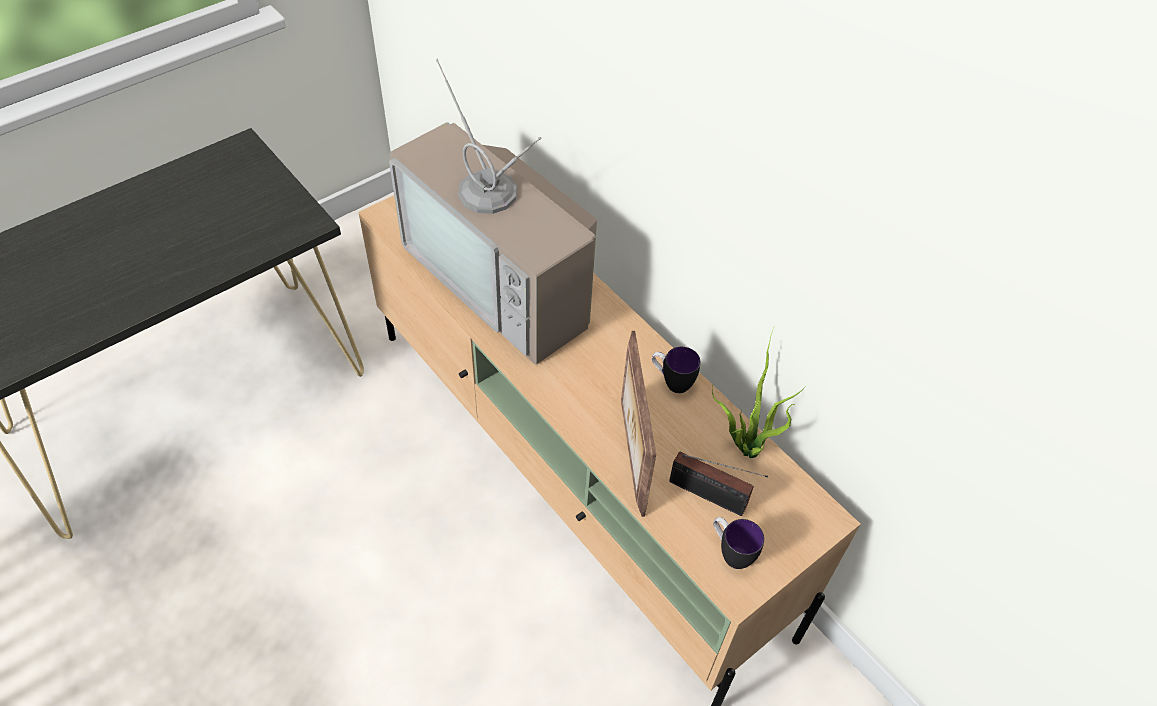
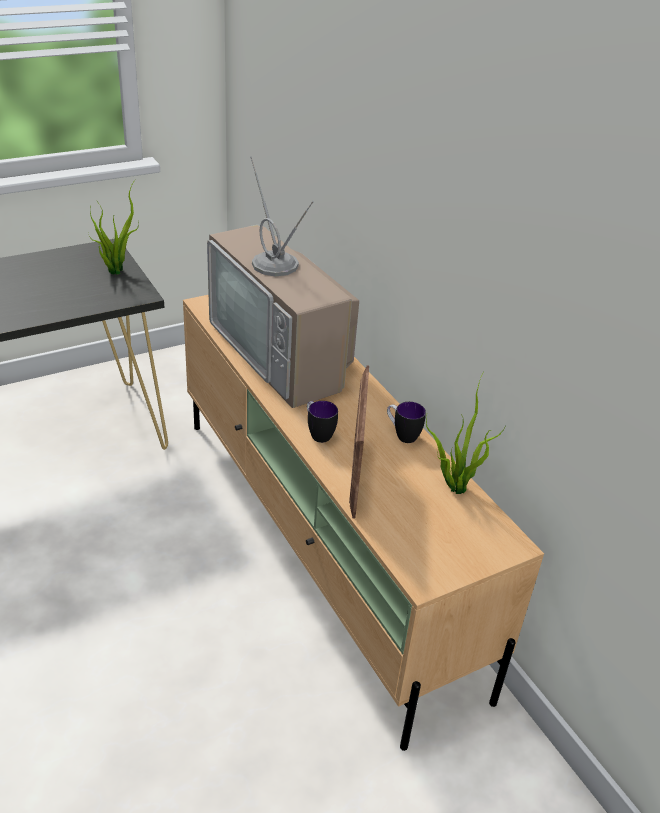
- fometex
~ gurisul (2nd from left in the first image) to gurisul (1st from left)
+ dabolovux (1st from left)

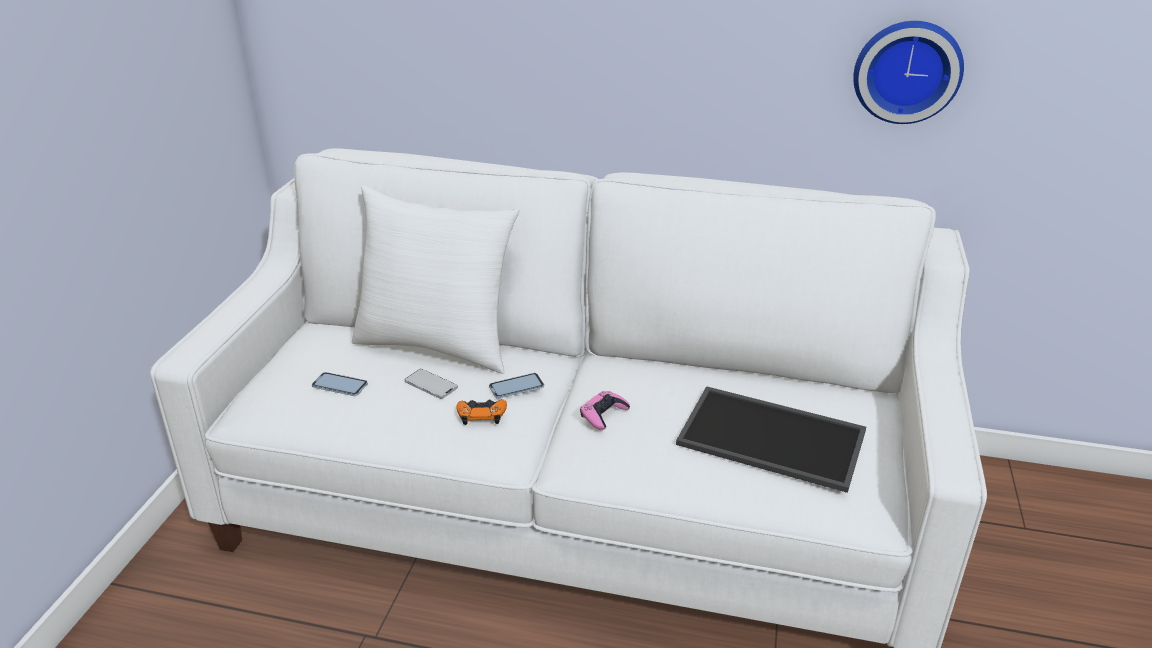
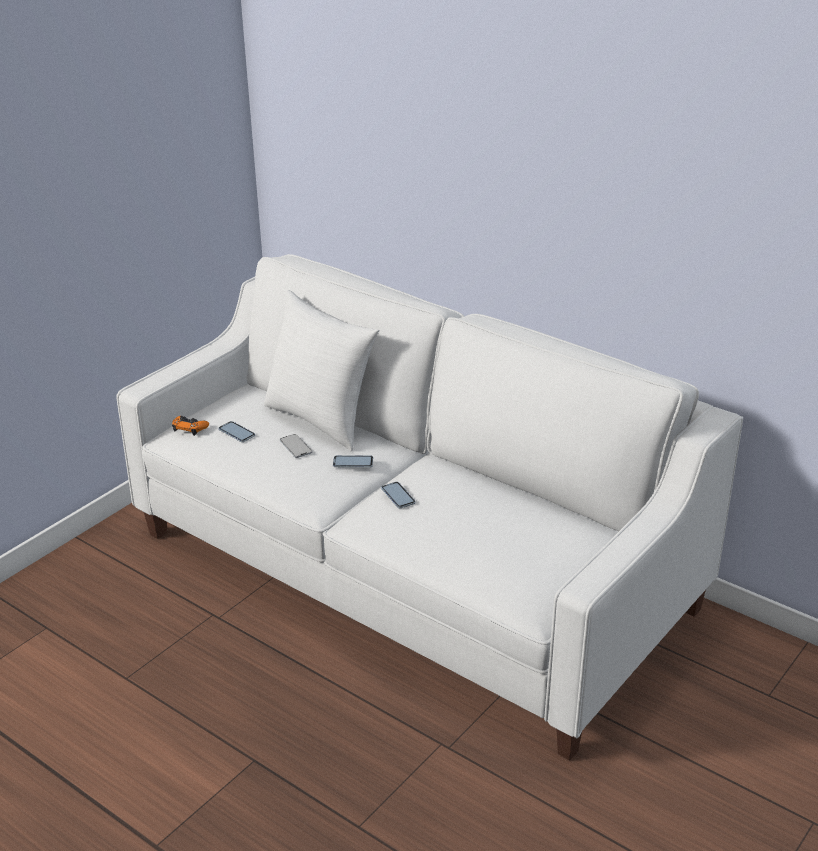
~ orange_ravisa
~ pink_ravisa to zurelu (4th from left)
- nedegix
- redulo

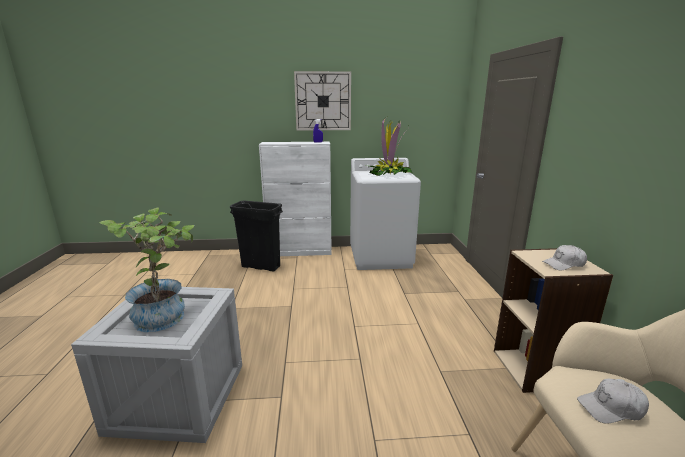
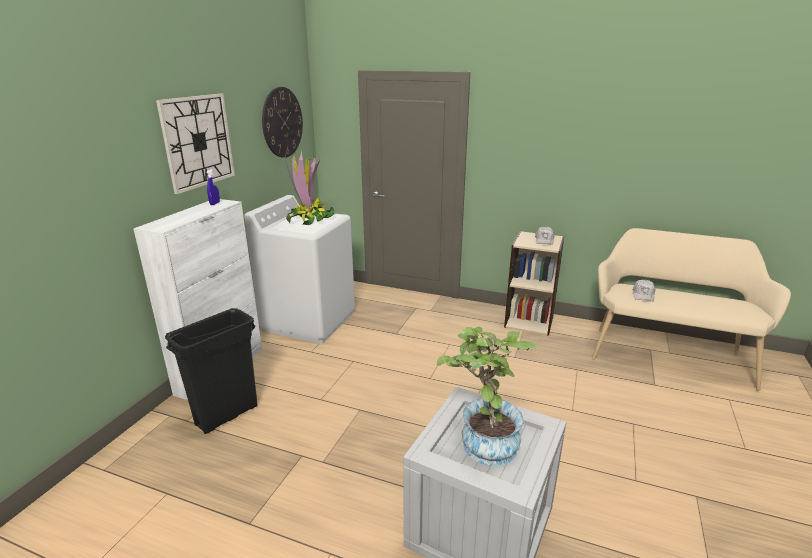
+ redulo (2nd from left)

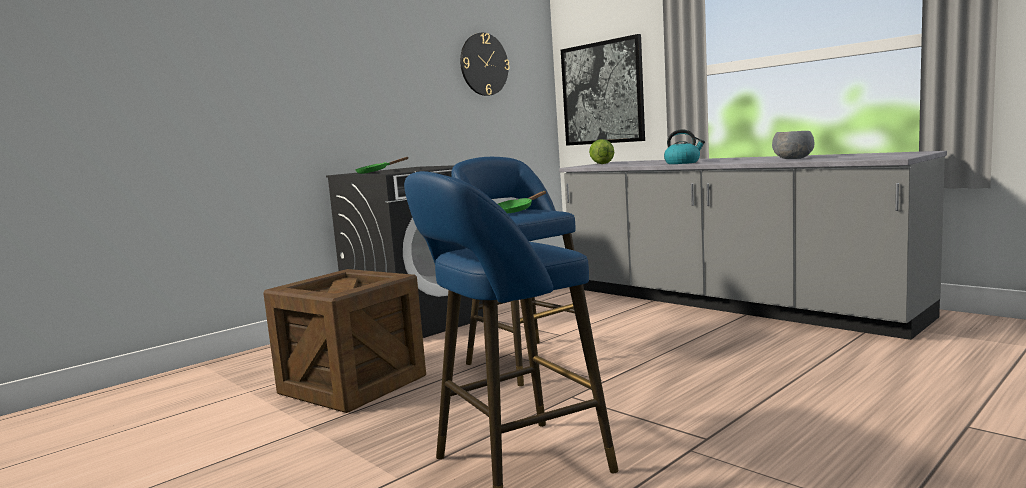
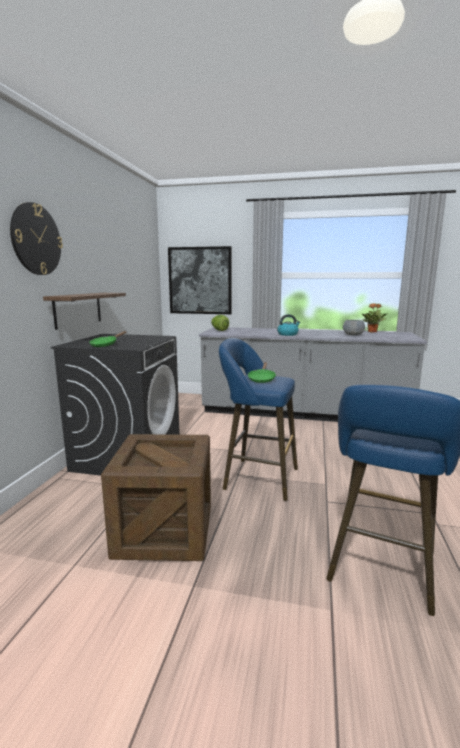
~ redulo
+ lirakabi
+ dabolovux

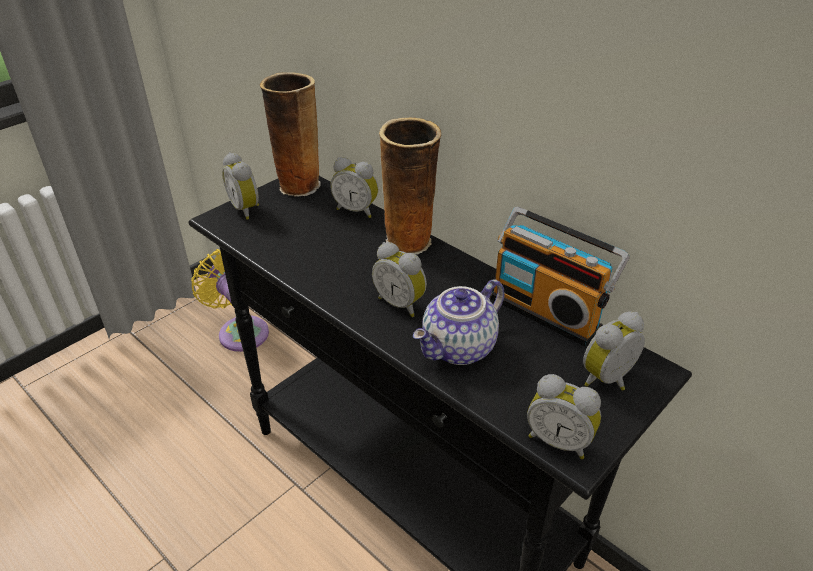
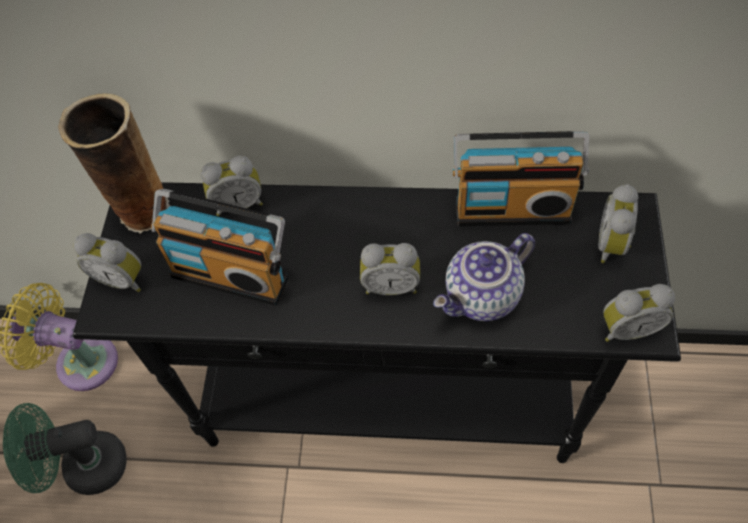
- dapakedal (2nd from left)
~ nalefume 45 degrees clockwise
+ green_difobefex
+ fometex (1st from left)

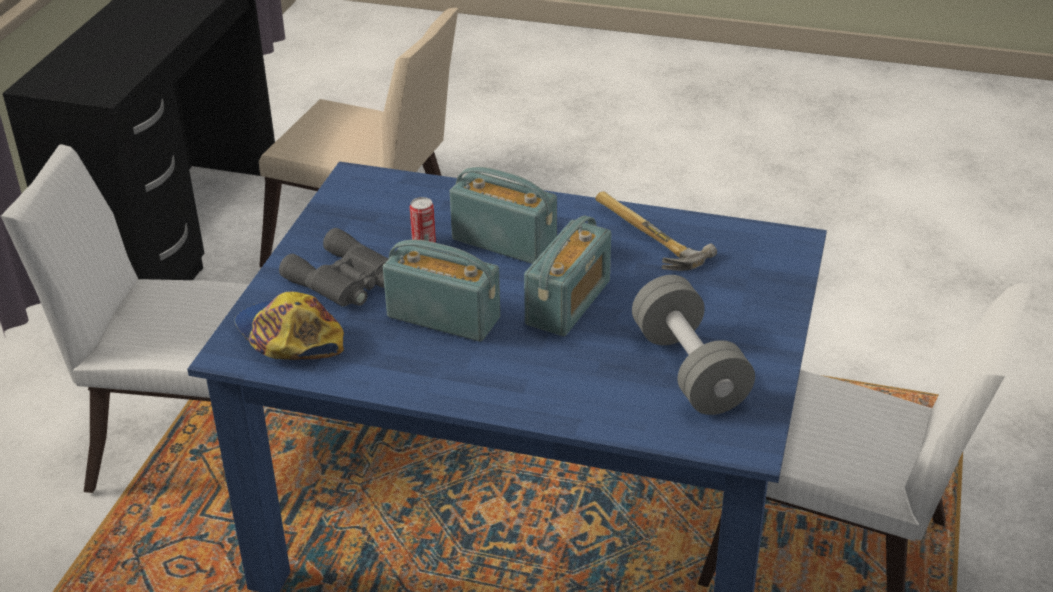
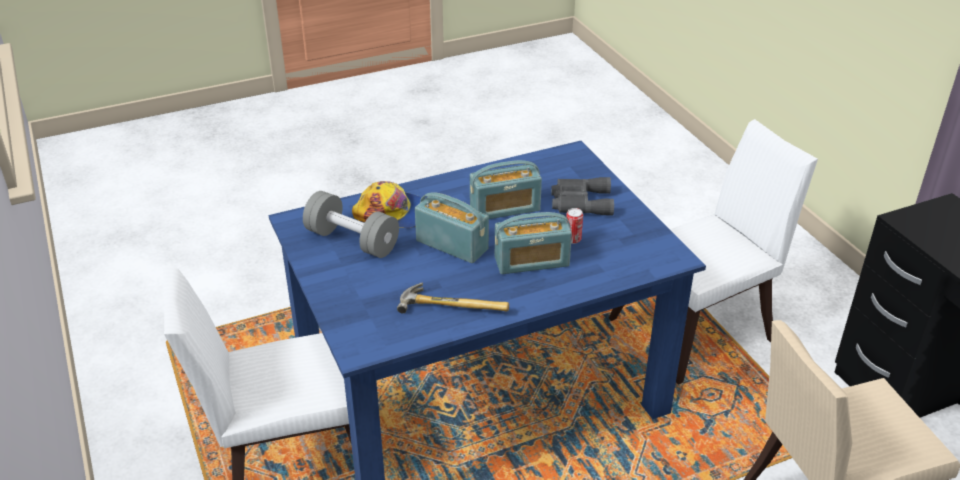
~ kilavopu
~ fometex (3rd from left in the first image) 135 degrees clockwise

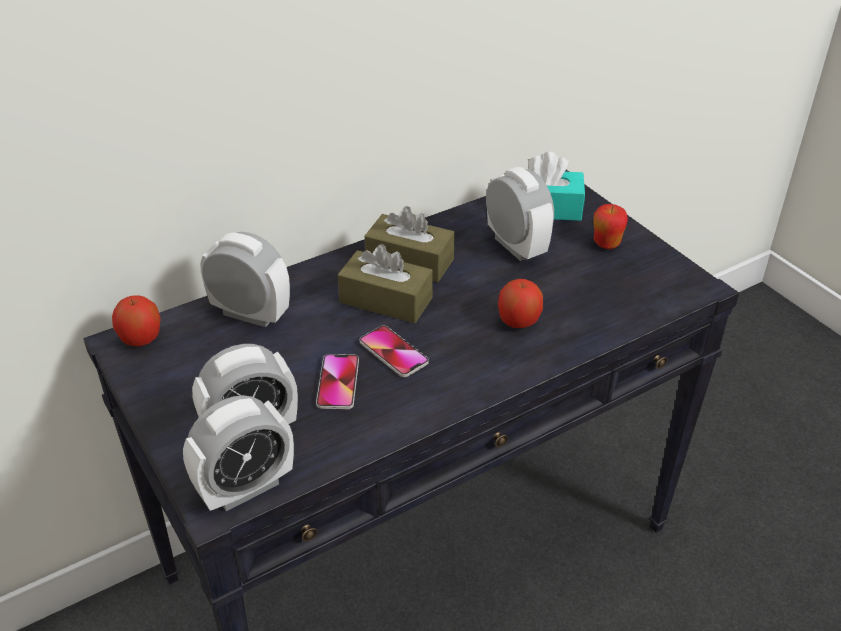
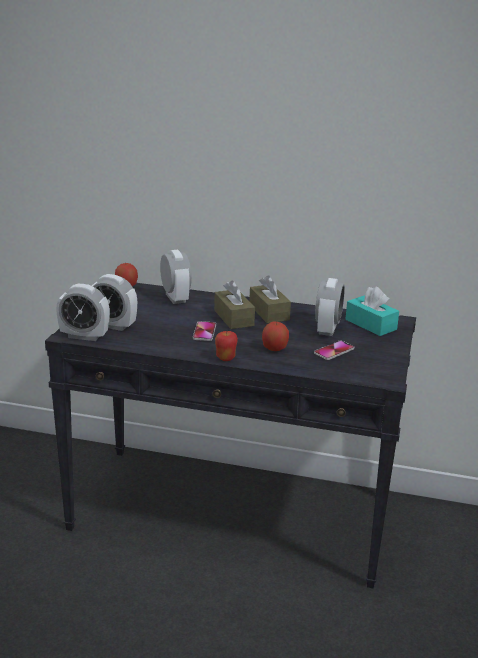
~ zurelu (1st from left in the first image) to zurelu (2nd from left)
~ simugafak (3rd from left in the first image) to simugafak (2nd from left)

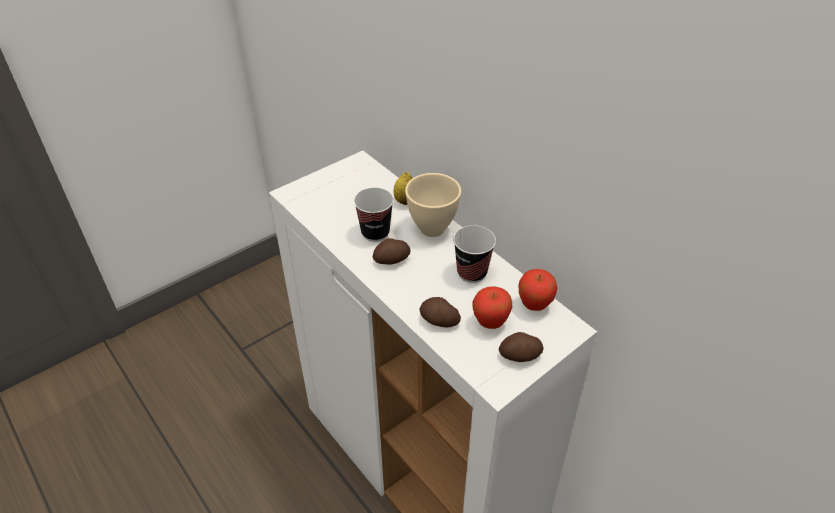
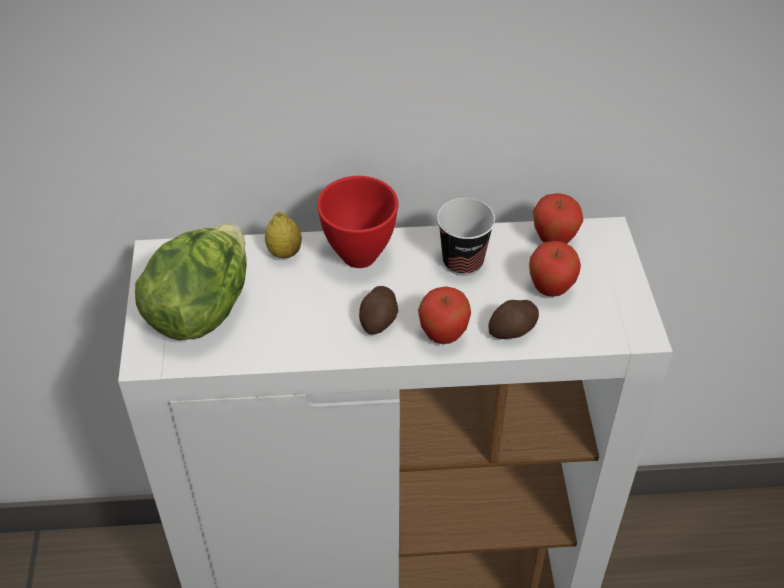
- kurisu (1st from left)
~ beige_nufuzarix to red_nufuzarix
- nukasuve (3rd from left)
+ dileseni
+ simugafak (1st from left)

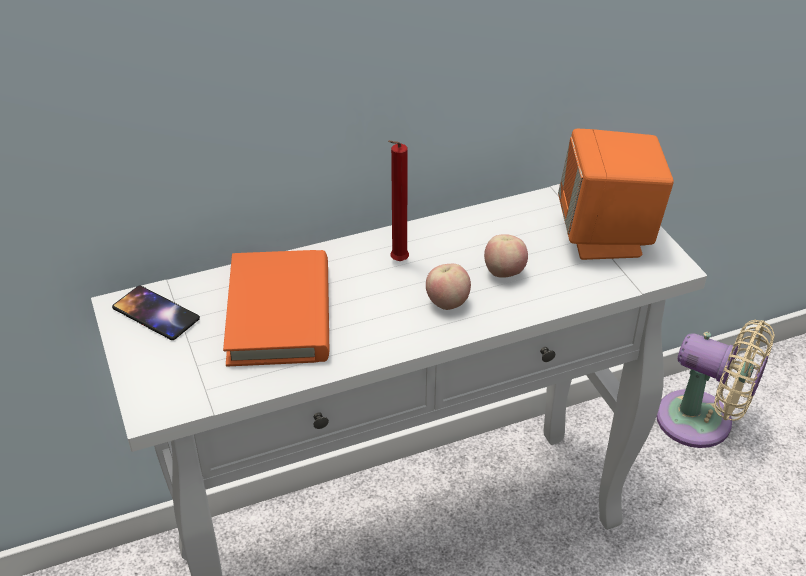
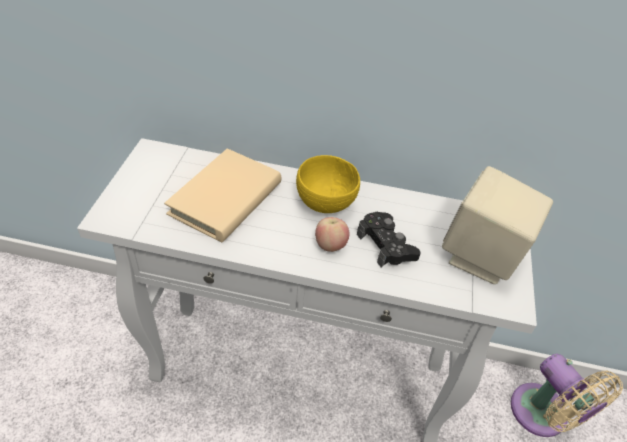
- zurelu
~ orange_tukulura to beige_tukulura
~ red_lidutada to yellow_nufuzarix
~ simugafak (2nd from left) to black_ravisa
~ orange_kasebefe to beige_kasebefe

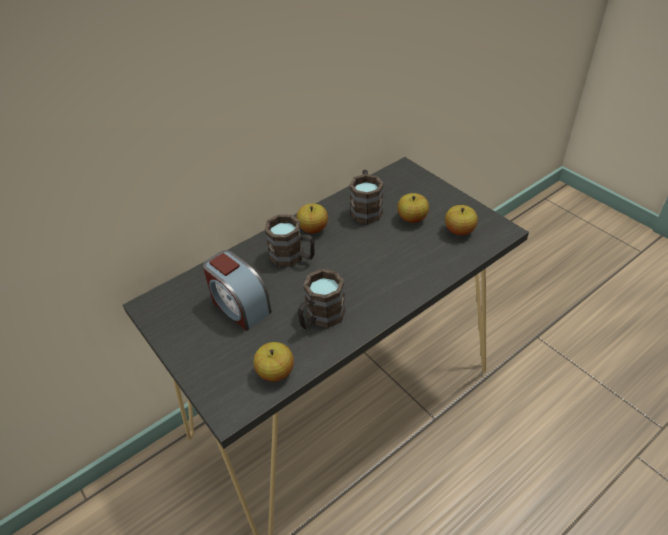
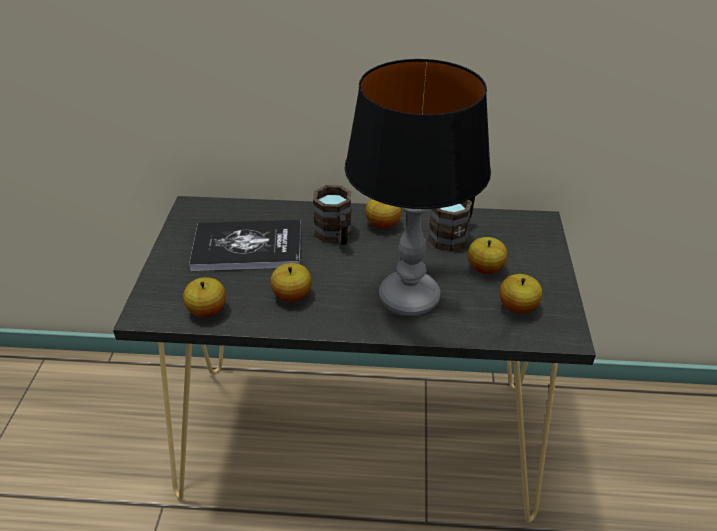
~ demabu to tukulura
~ brown_gurisul (2nd from left) to simugafak (2nd from left)
+ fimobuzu

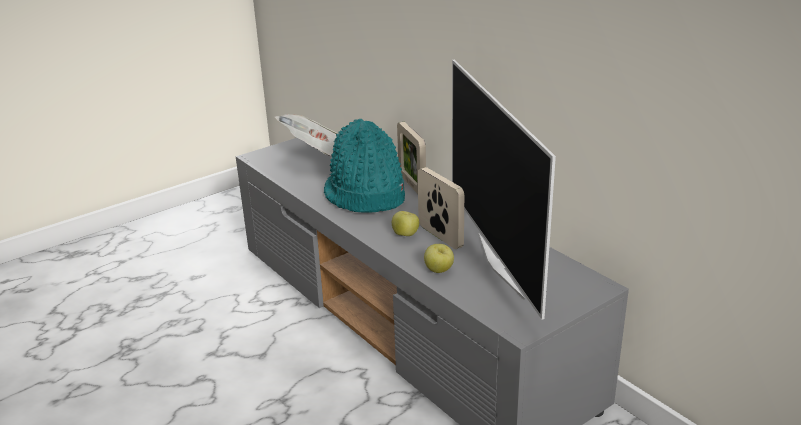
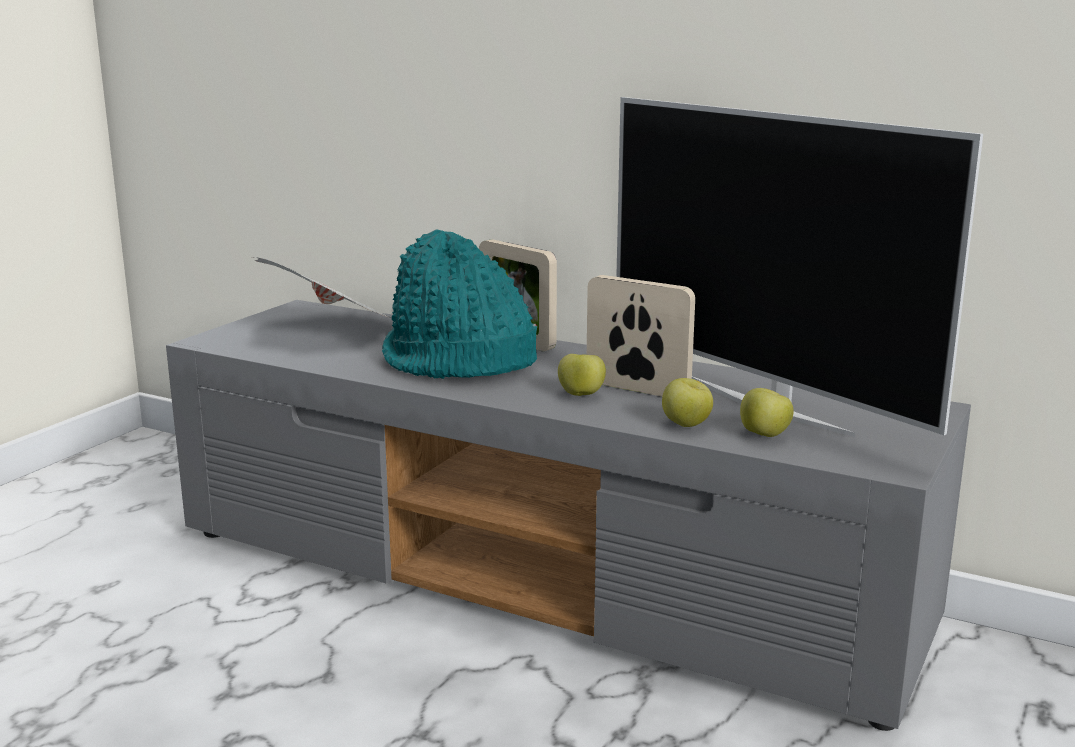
+ simugafak (3rd from left)

